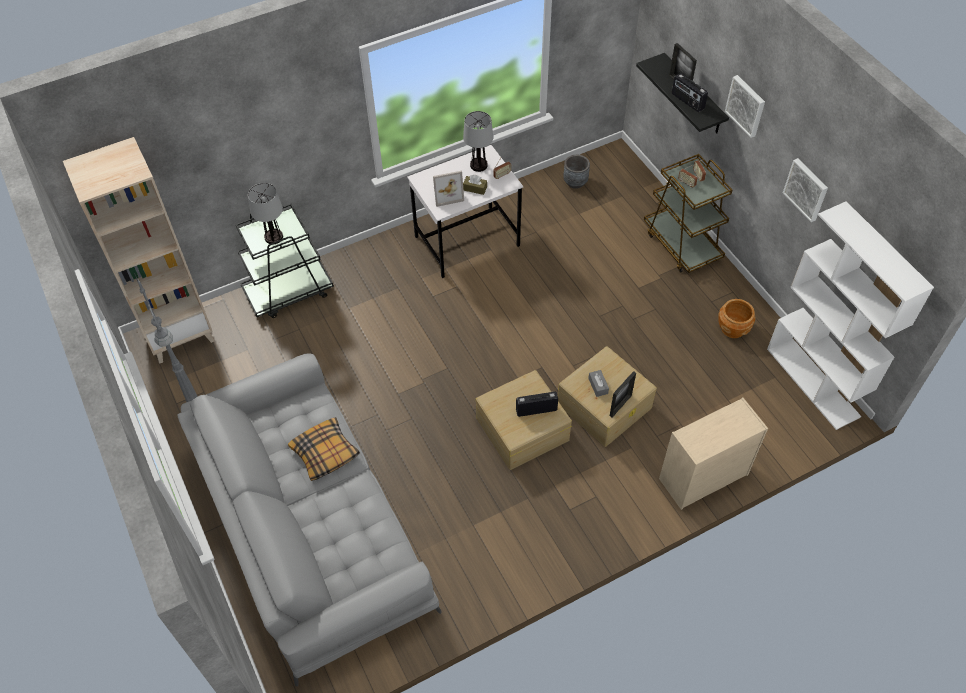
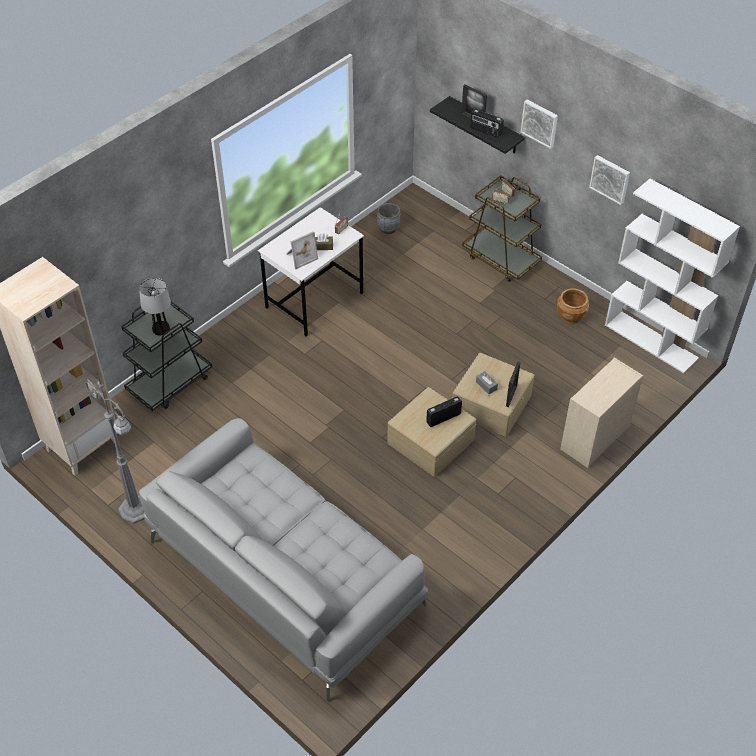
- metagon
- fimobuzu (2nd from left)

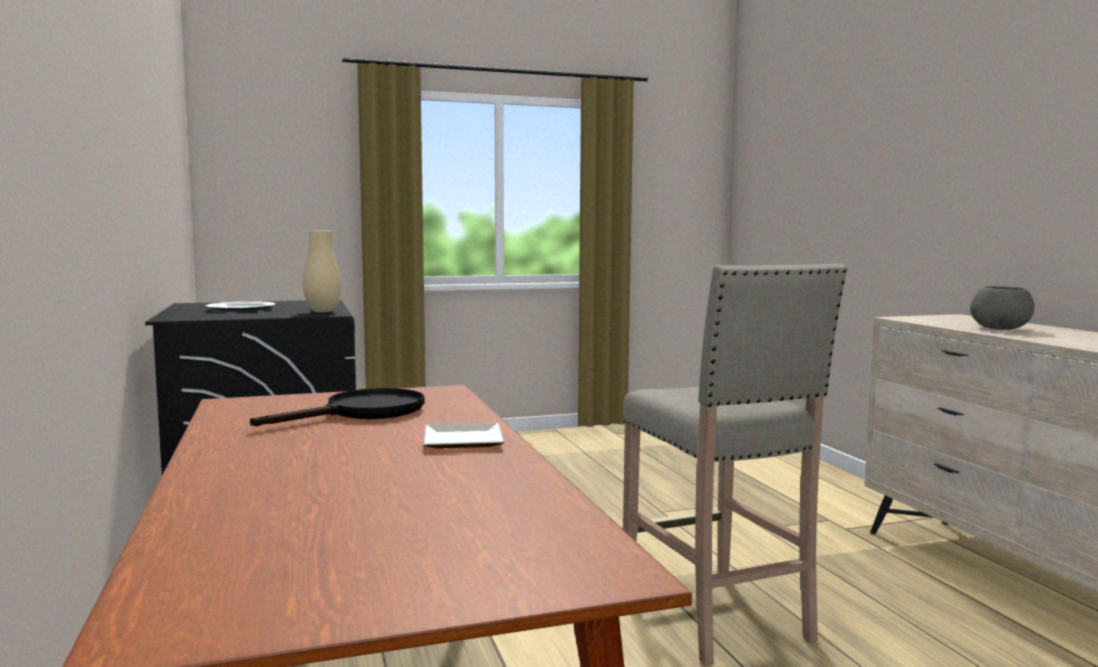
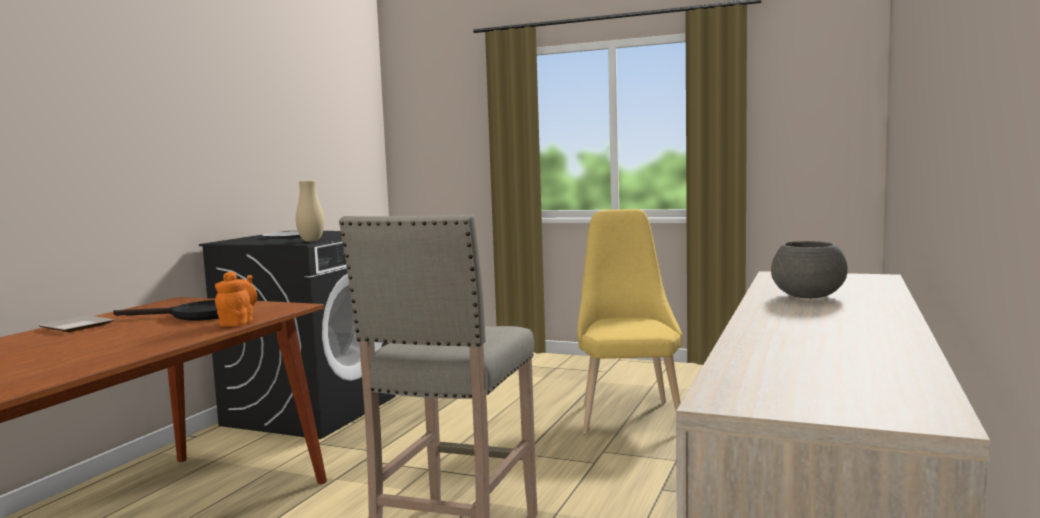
~ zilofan (2nd from left in the first image) to zilofan (1st from left)
+ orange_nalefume
+ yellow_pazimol

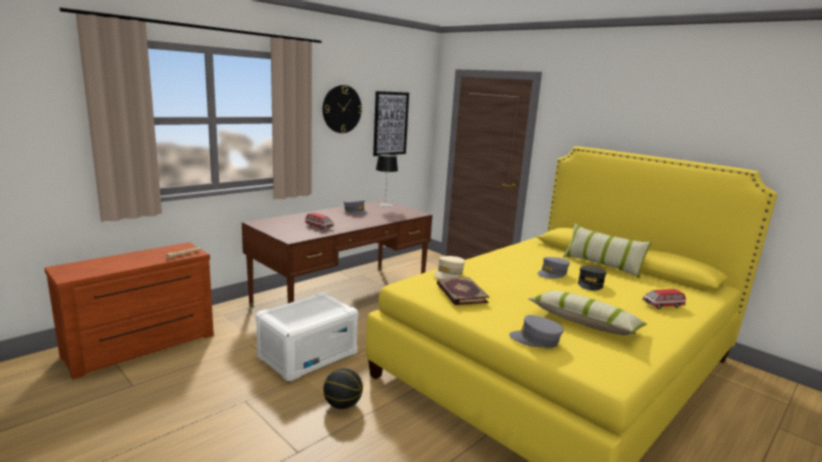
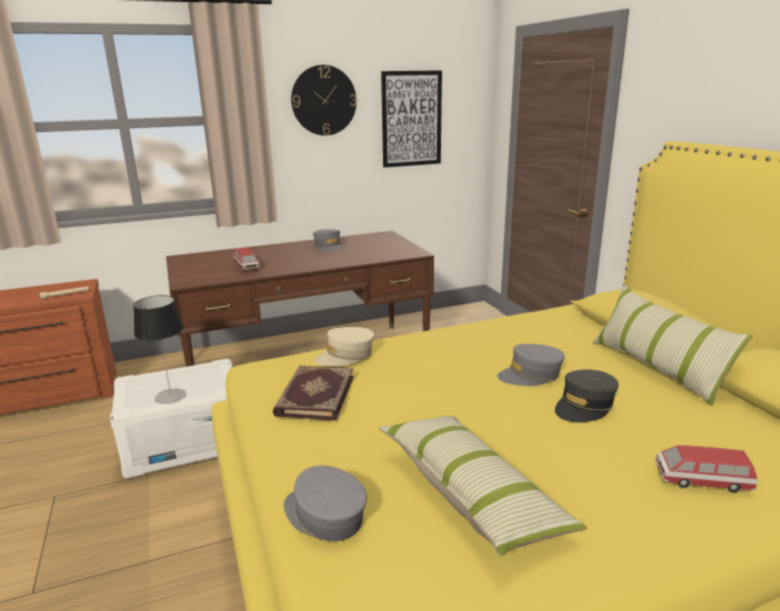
- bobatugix
~ fimobuzu

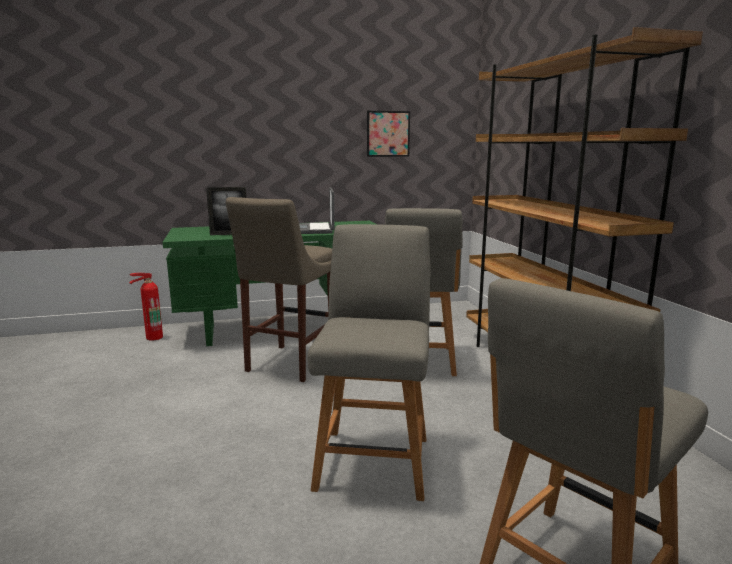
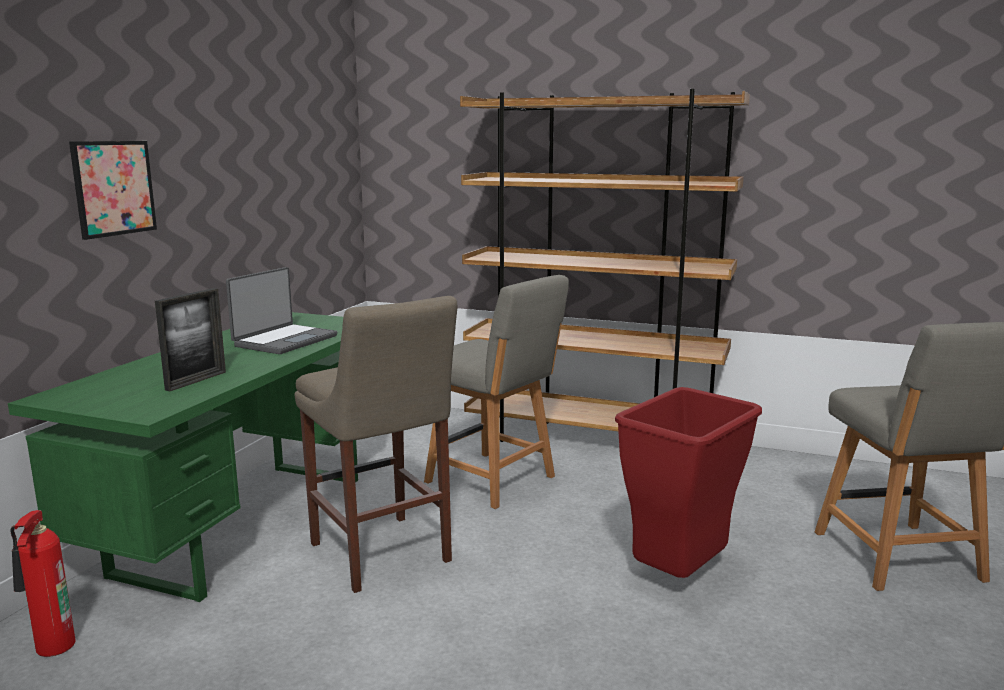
~ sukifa 90 degrees counterclockwise
~ grey_pazimol (1st from left) to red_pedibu
~ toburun

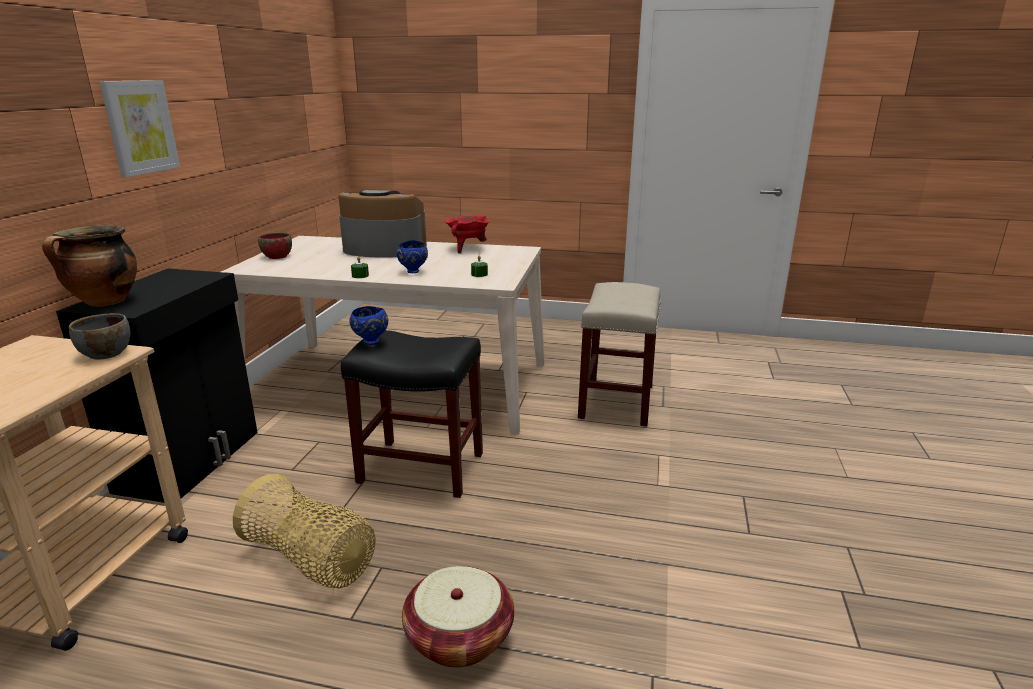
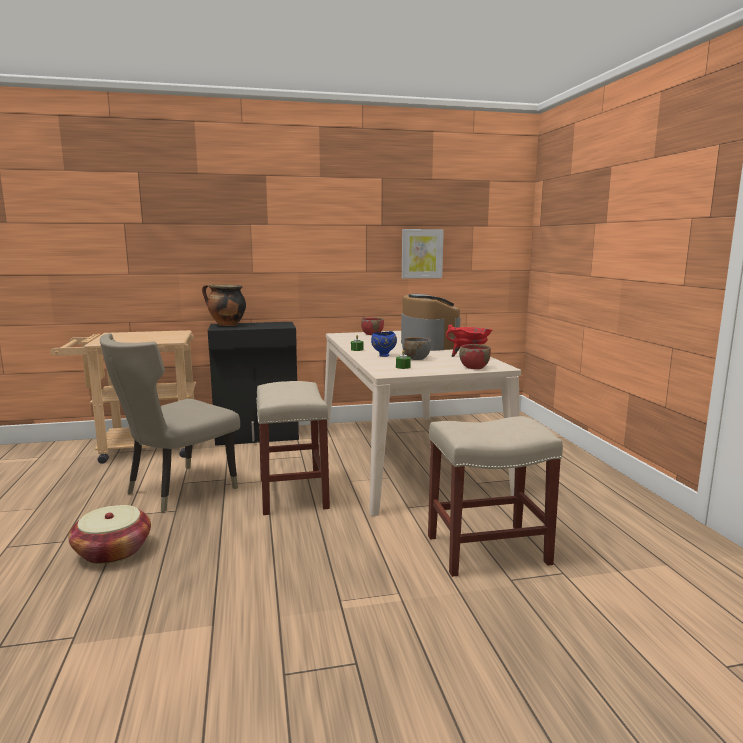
~ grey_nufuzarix
~ toburun
~ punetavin (1st from left) to beige_pazimol
~ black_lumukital to beige_lumukital (1st from left)
- blue_nufuzarix (1st from left)
+ red_nufuzarix (2nd from left)

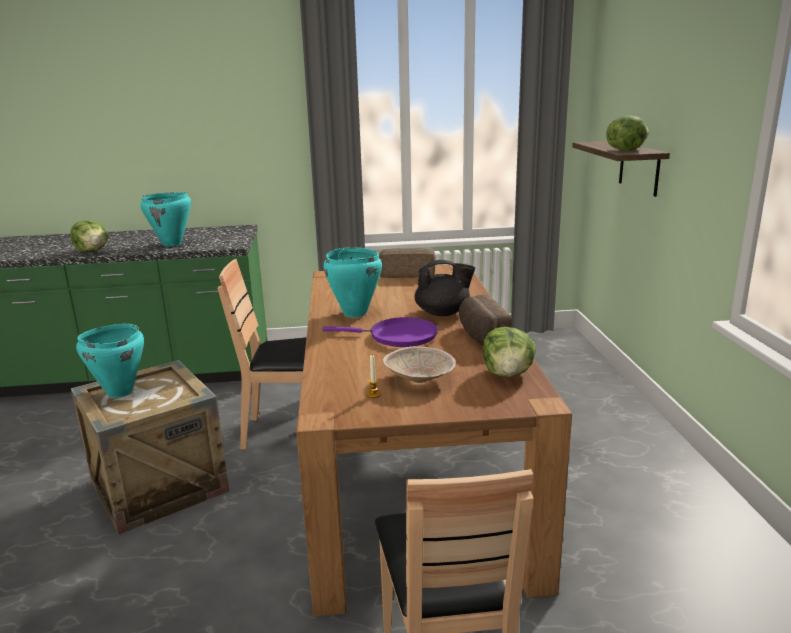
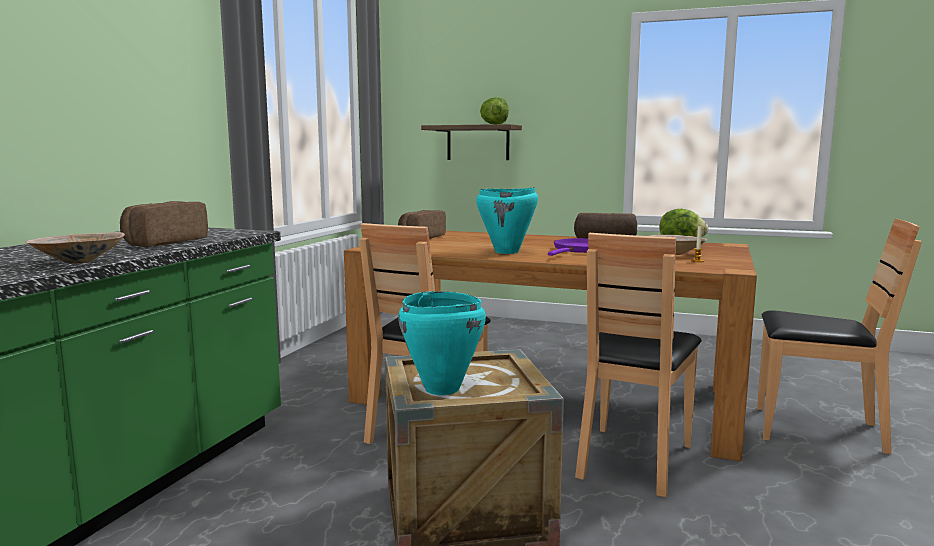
~ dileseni (1st from left) to beige_nufuzarix (1st from left)
~ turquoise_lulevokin (2nd from left) to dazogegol (1st from left)
- black_nalefume
+ brown_pazimol (2nd from left)

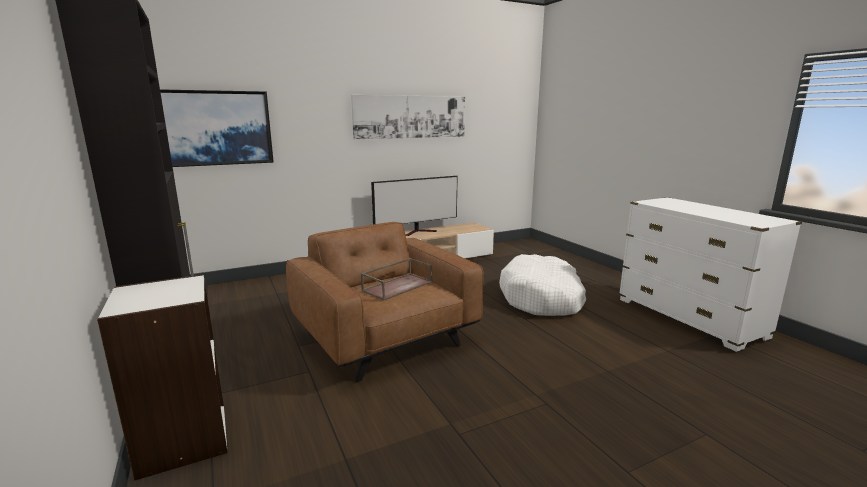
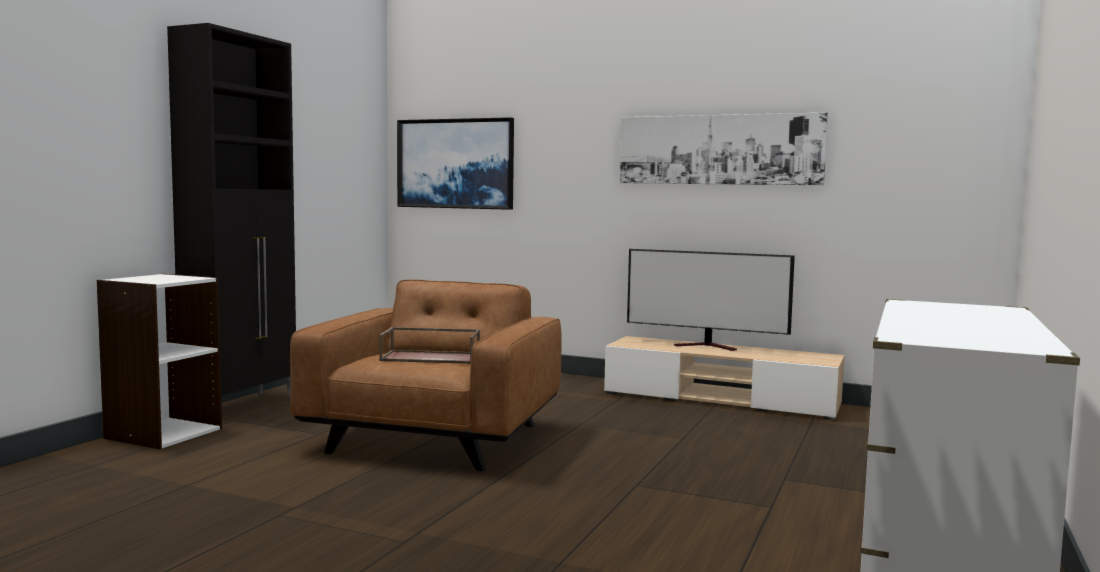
- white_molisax

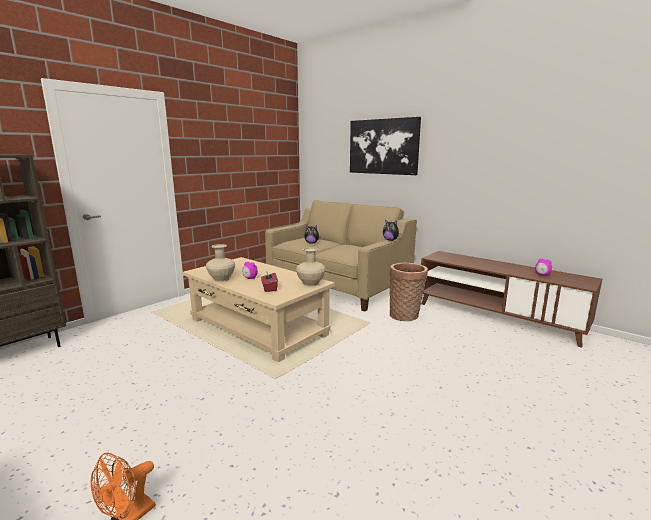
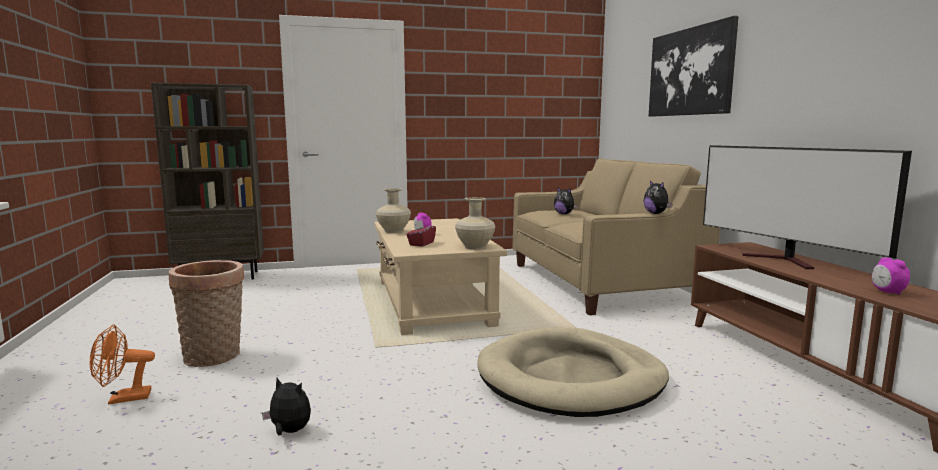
~ punetavin
+ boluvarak (1st from left)
+ beige_molisax
+ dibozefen

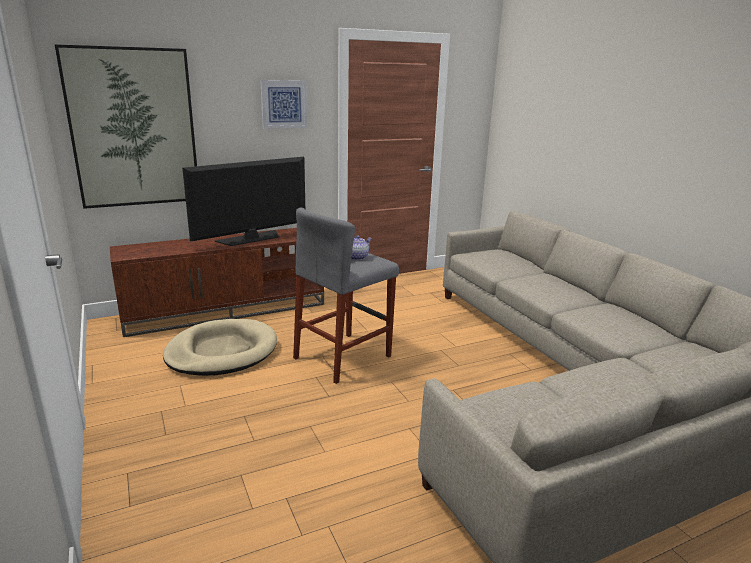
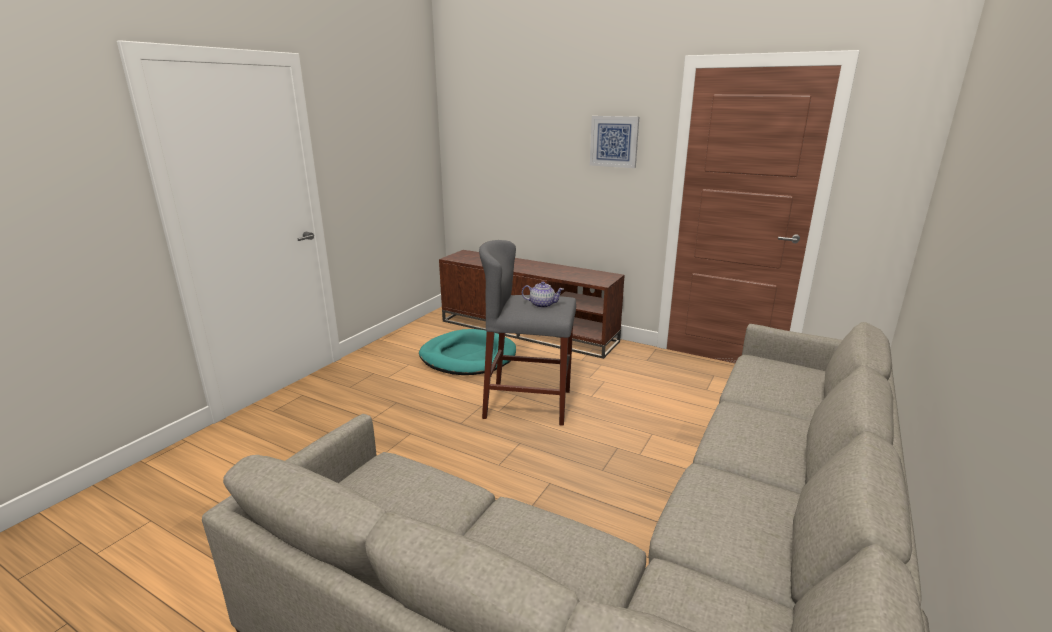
- toburun (1st from left)
~ beige_molisax to turquoise_molisax
- dibozefen

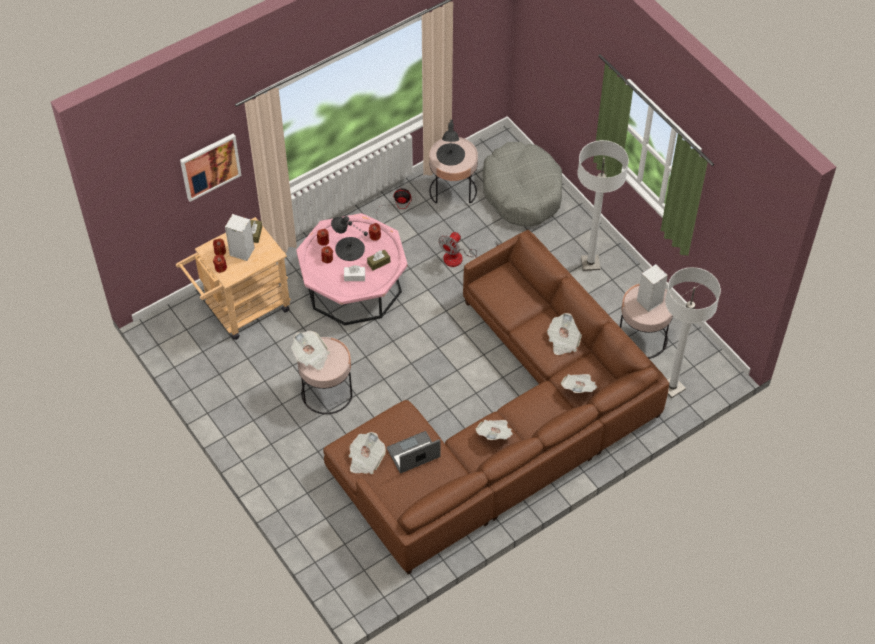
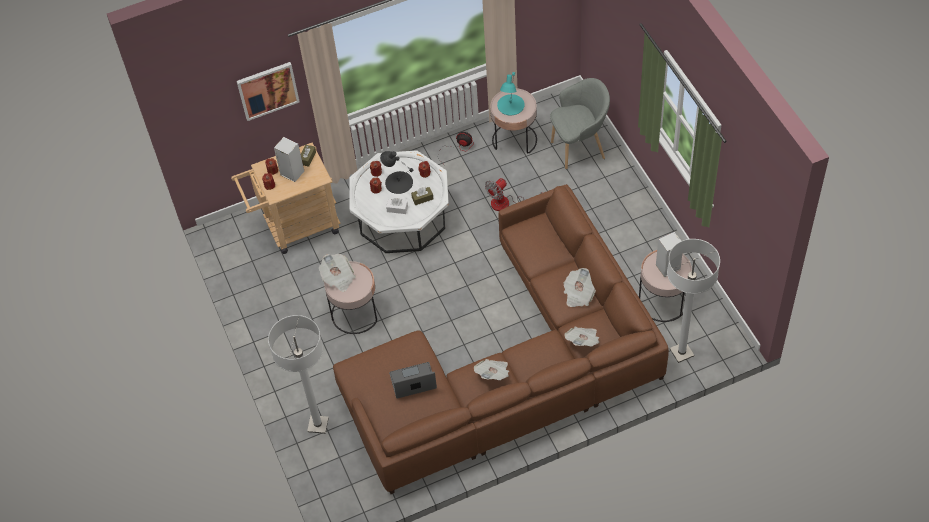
~ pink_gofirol to white_gofirol
- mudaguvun (2nd from left)
~ black_fimobuzu (2nd from left) to turquoise_fimobuzu
~ grey_molisax to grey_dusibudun
~ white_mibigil (1st from left)

